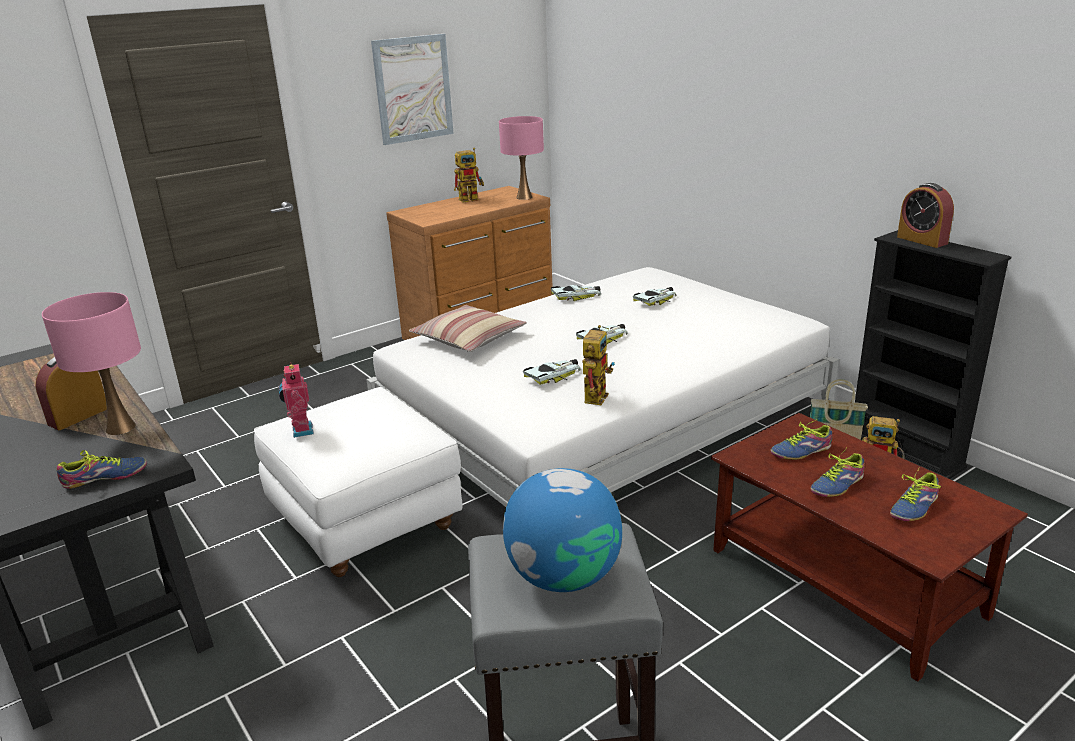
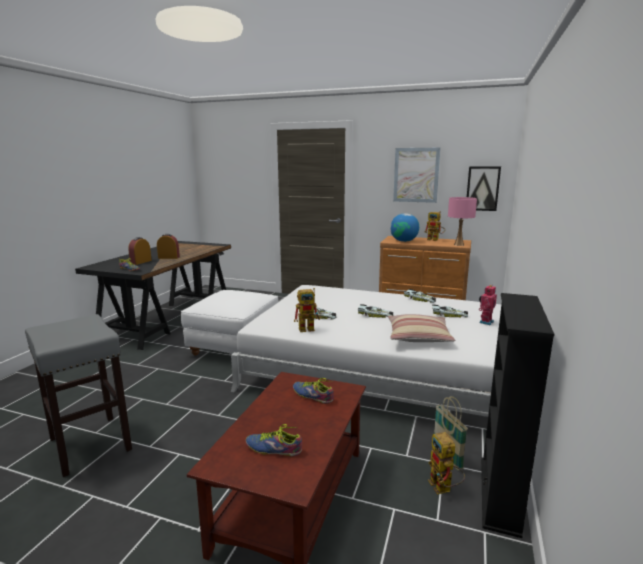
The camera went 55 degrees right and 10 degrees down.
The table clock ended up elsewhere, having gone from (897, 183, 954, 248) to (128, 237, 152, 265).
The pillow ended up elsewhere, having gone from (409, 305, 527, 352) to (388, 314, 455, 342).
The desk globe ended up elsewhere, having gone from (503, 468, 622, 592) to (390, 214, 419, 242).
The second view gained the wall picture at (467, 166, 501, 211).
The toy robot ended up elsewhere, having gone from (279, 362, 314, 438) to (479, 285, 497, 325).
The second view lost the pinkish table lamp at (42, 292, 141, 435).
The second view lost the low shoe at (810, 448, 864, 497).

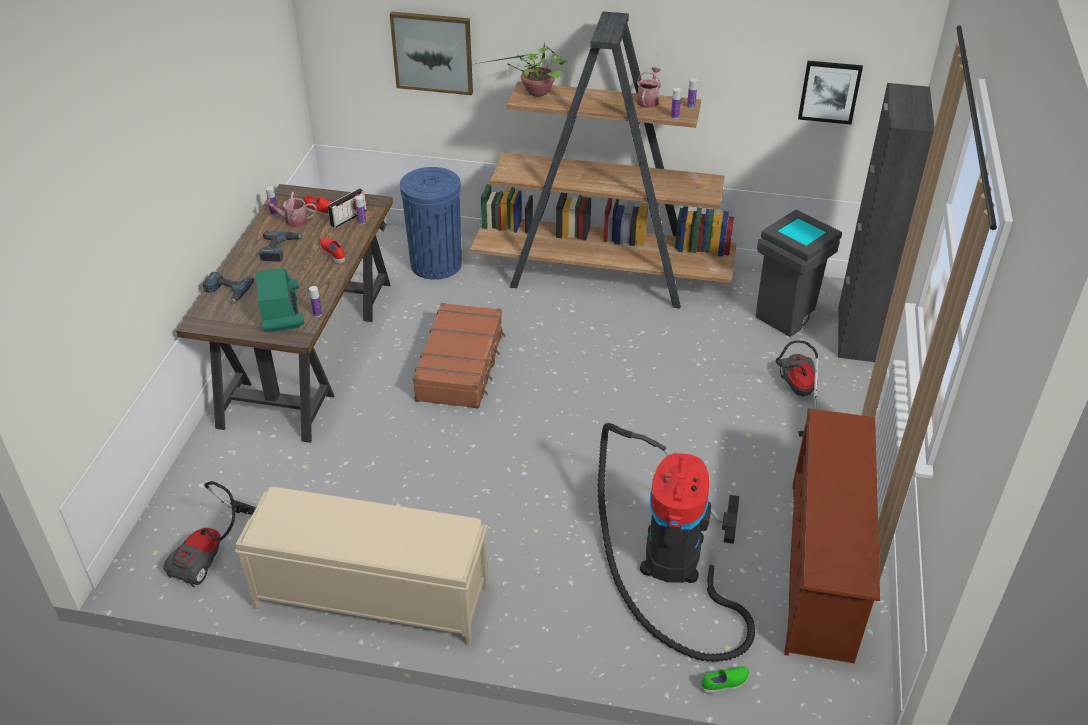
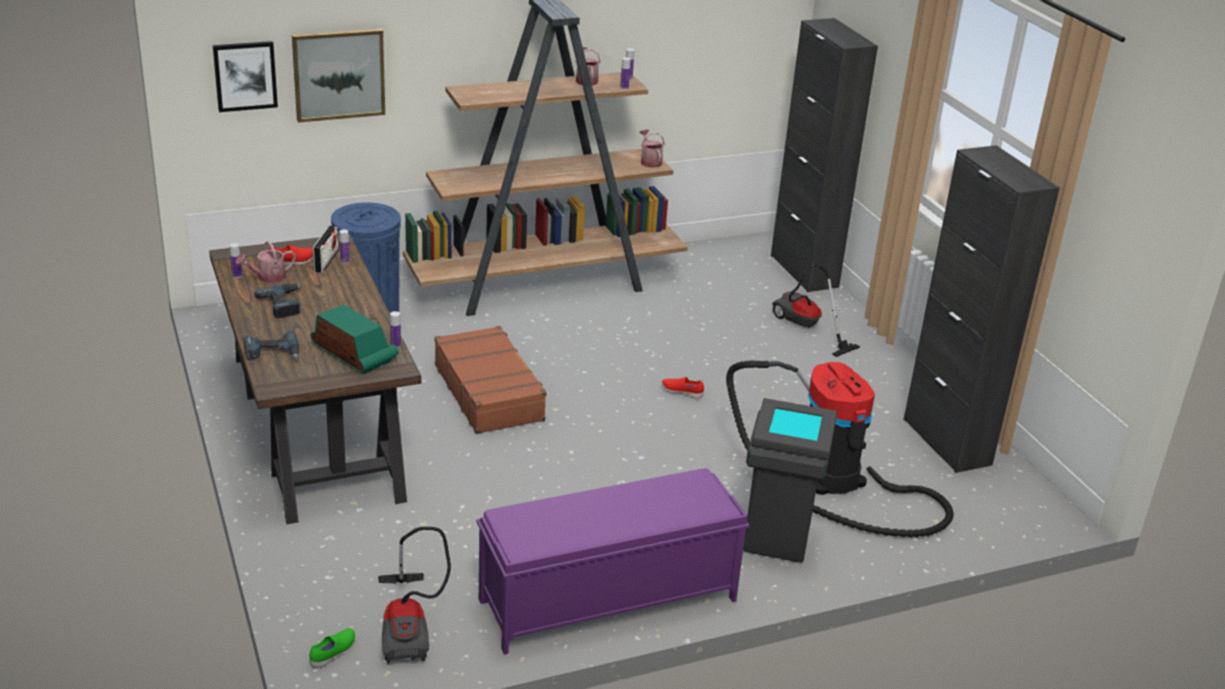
The camera went 35 degrees left and 10 degrees down.
The wall picture ended up elsewhere, having gone from (798, 61, 863, 125) to (213, 41, 278, 112).
The green-coloured low shoe ended up elsewhere, having gone from (701, 667, 750, 694) to (309, 628, 356, 668).
What was the sand-coloured bench at (235, 487, 488, 646) turned into the purple-coloured bench at (477, 468, 750, 655).
The second view gained the sprinkling can at (640, 130, 665, 168).
The red low shoe ended up elsewhere, having gone from (320, 238, 345, 264) to (662, 377, 704, 399).
The gray waste bin ended up elsewhere, having gone from (756, 209, 842, 337) to (743, 398, 837, 563).
Where the brown shoe rack stood at (784, 408, 880, 663), the black cabinet came to stand at (904, 145, 1060, 473).
The second view lost the plant in a pot at (476, 41, 568, 97).

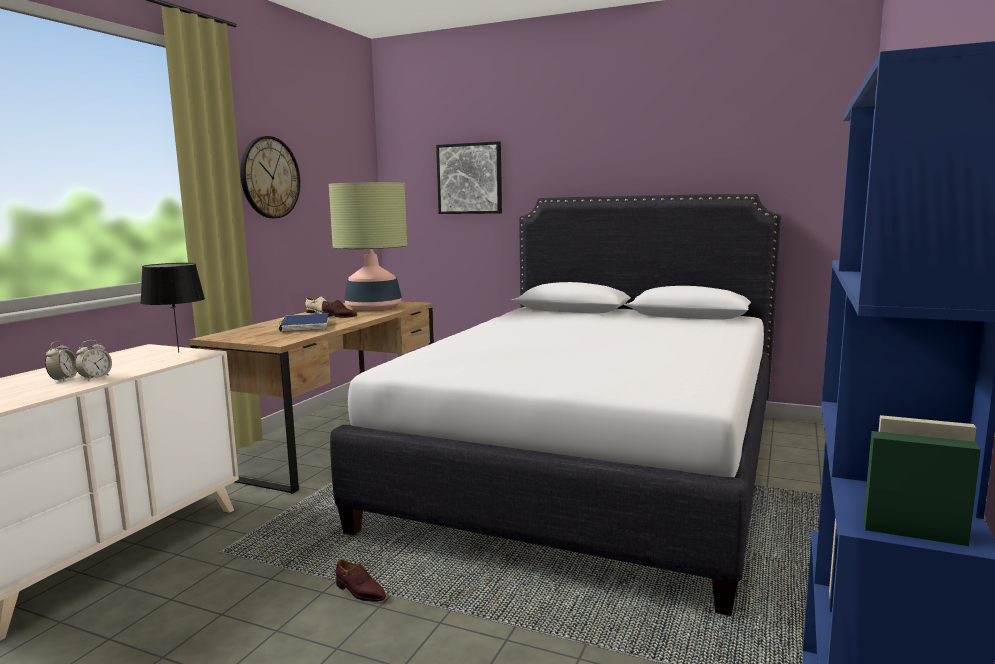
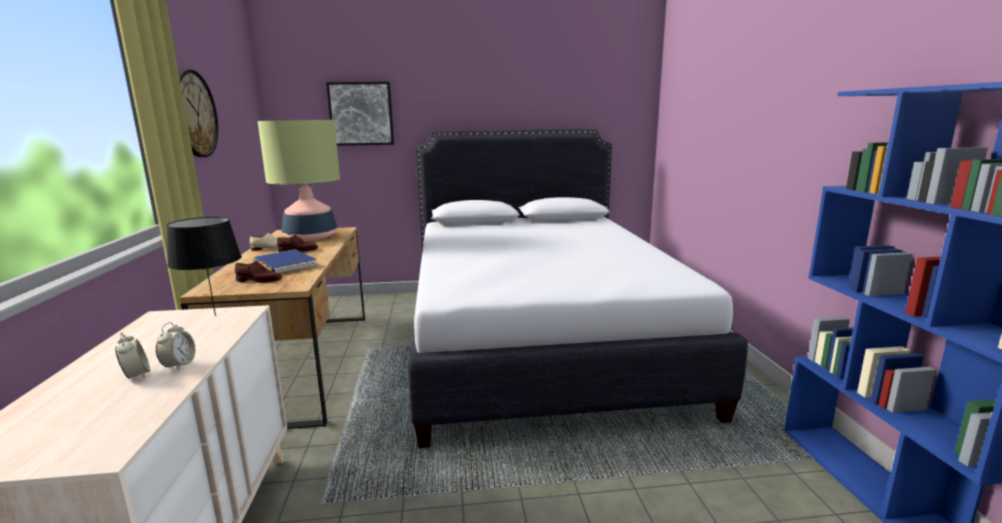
The camera went 30 degrees left and 5 degrees up.
The brown low shoe ended up elsewhere, having gone from (336, 559, 386, 602) to (235, 261, 282, 283).

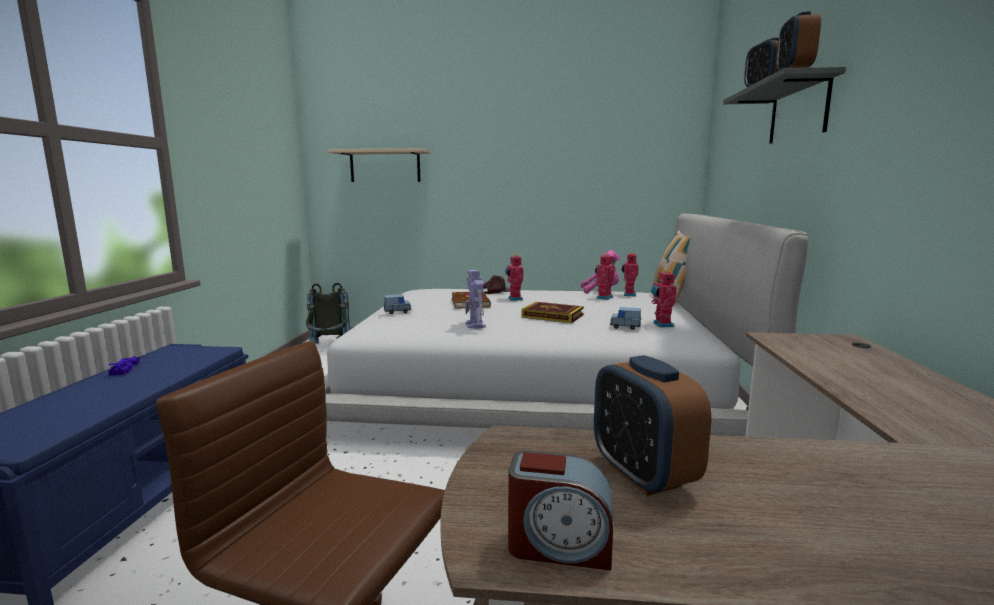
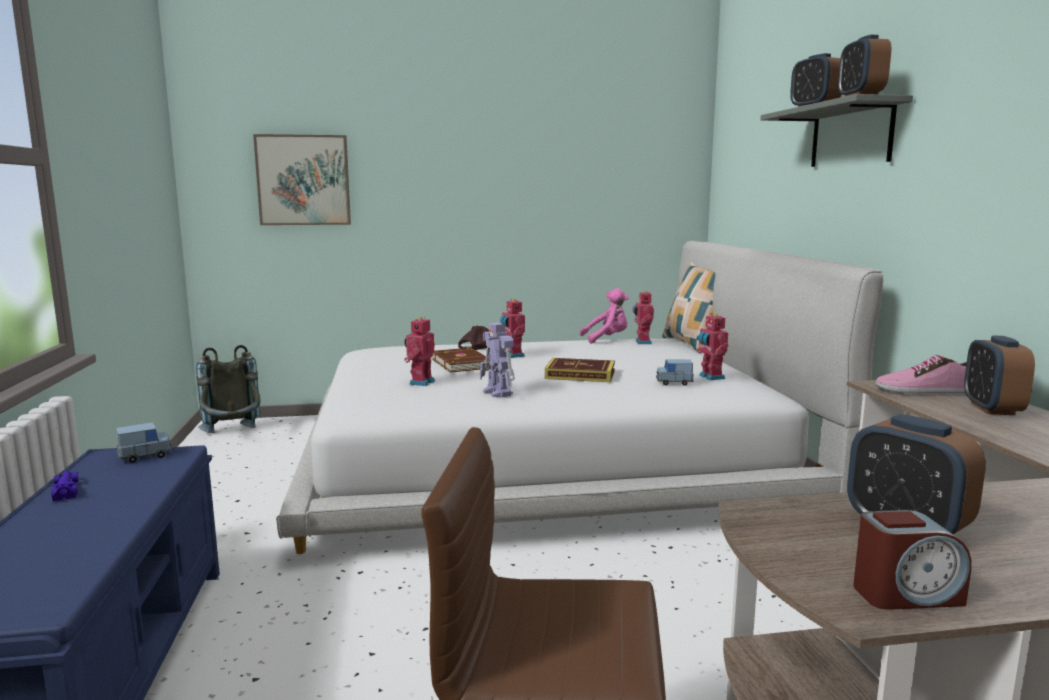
The camera went 15 degrees left and 0 degrees up.
The bluish toy car ended up elsewhere, having gone from (384, 294, 411, 314) to (116, 422, 173, 463).
Where the sand-coloured shelf hung at (327, 148, 431, 182), the wall picture came to hang at (253, 134, 351, 225).
The toy robot ended up elsewhere, having gone from (595, 254, 615, 300) to (404, 317, 435, 386).
The second view gained the low shoe at (875, 355, 967, 394).
The second view gained the table clock at (964, 335, 1035, 415).

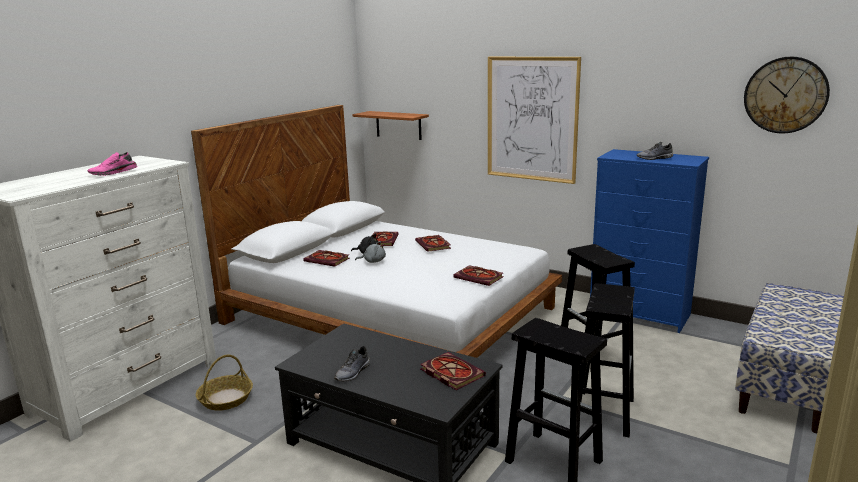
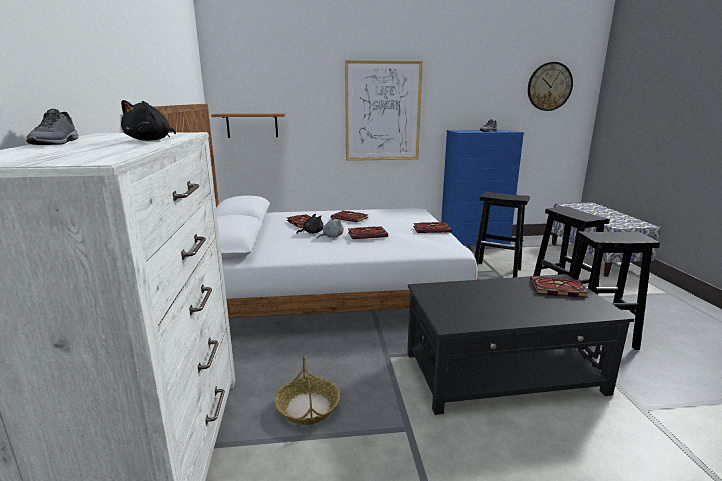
The camera went 40 degrees left and 0 degrees up.
The gray low shoe ended up elsewhere, having gone from (334, 346, 370, 381) to (26, 109, 79, 145).
Where the pinkish low shoe stood at (87, 152, 138, 176), the black plush toy came to stand at (121, 100, 176, 141).
The bound book ended up elsewhere, having gone from (303, 250, 349, 267) to (348, 226, 388, 239).

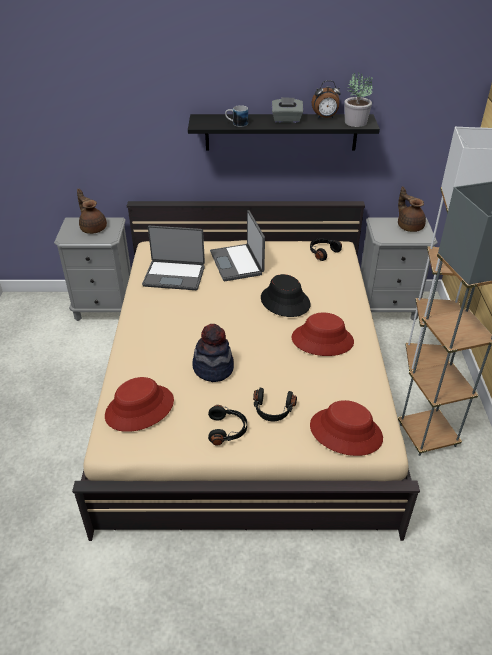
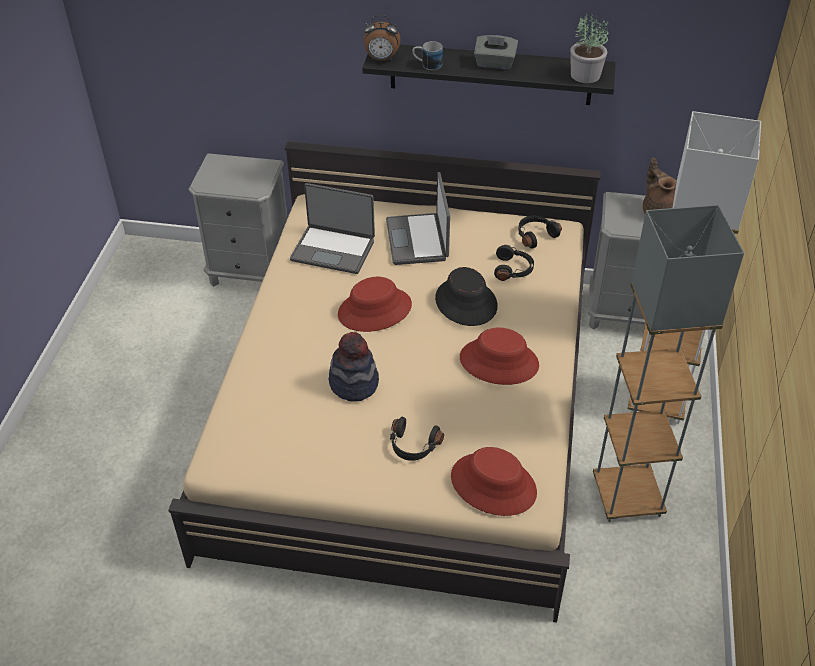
The camera went 10 degrees right and 5 degrees up.
The red hat ended up elsewhere, having gone from (105, 377, 174, 432) to (338, 277, 412, 332).
The table clock ended up elsewhere, having gone from (312, 80, 341, 119) to (364, 15, 401, 61).
The black headphones ended up elsewhere, having gone from (208, 405, 247, 445) to (494, 245, 534, 281).
The second view lost the brown tea pot at (77, 189, 107, 234).

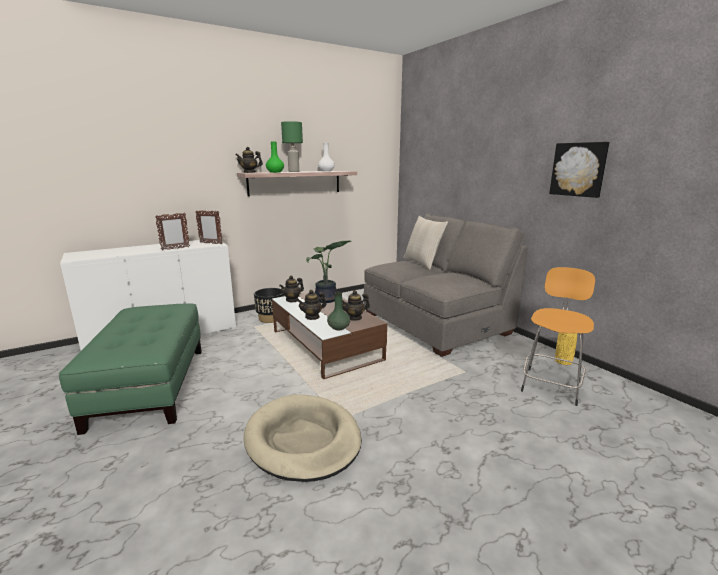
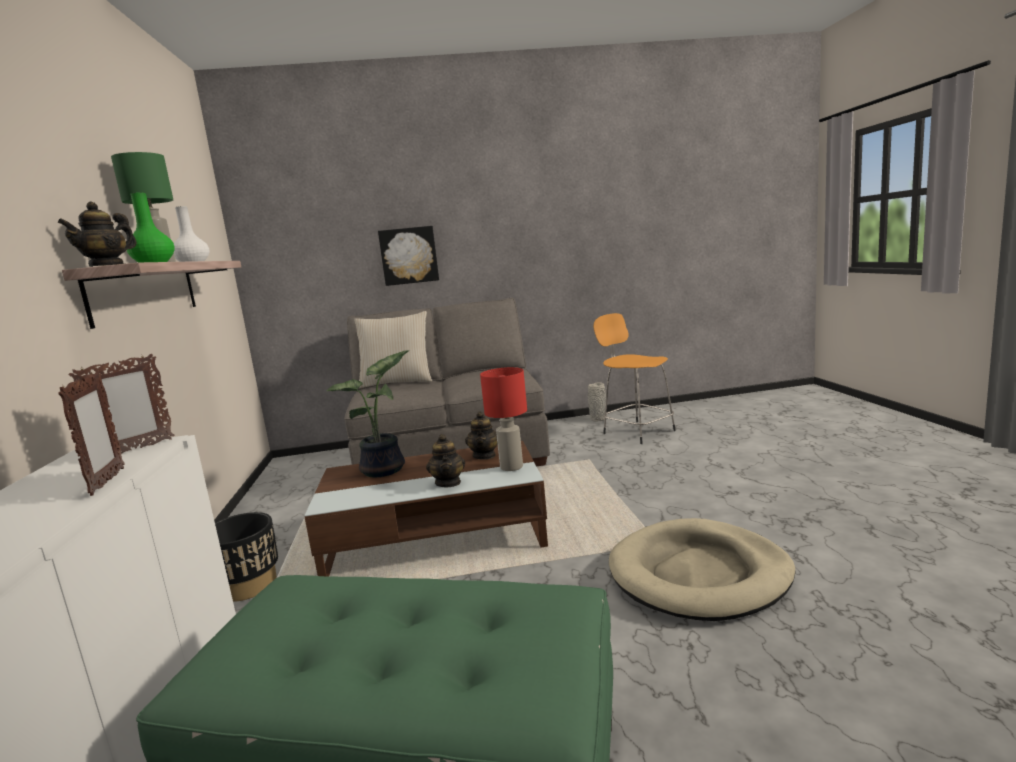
The camera went 65 degrees left and 5 degrees down.
The wall picture ended up elsewhere, having gone from (549, 142, 609, 198) to (378, 226, 439, 286).
Where the green-coloured decorative vase stood at (327, 292, 350, 330), the red table lamp came to stand at (480, 367, 527, 471).
What was the yellow decorative vase at (555, 333, 577, 365) turned into the gray decorative vase at (588, 382, 607, 422).
The second view lost the tea pot at (279, 275, 304, 303).

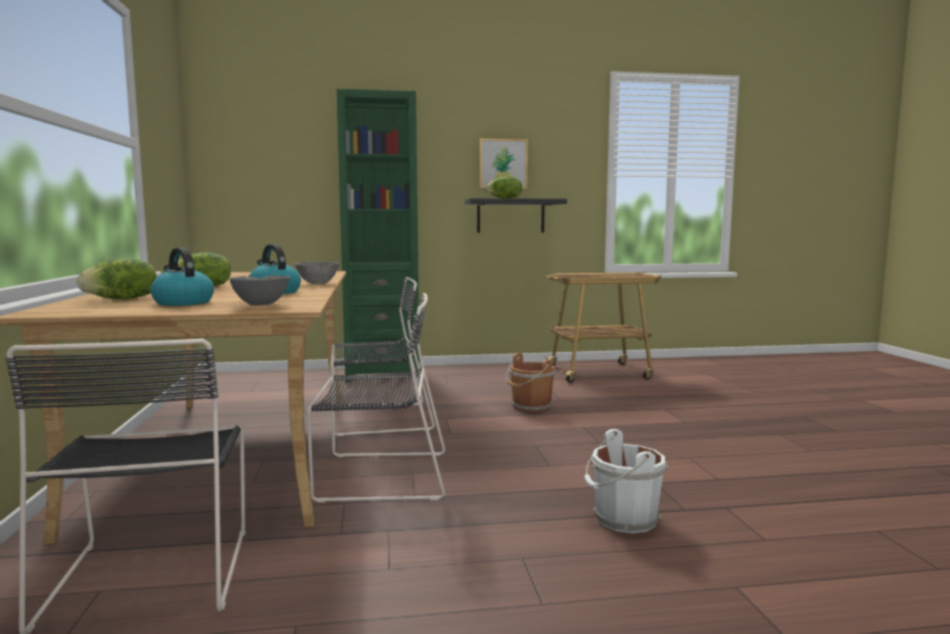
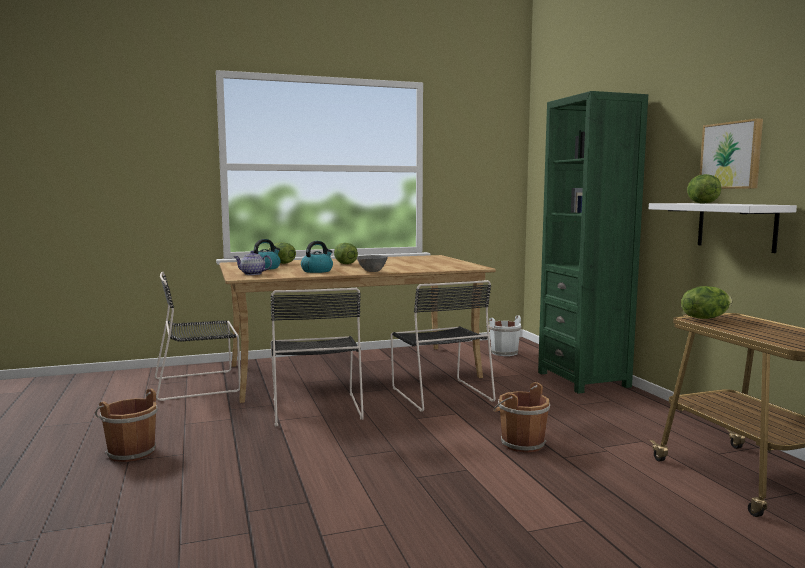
The camera went 80 degrees right and 0 degrees up.
The second view gained the brown bucket at (95, 389, 158, 462).
Where the gray serving bowl stood at (230, 275, 291, 306), the tea pot came to stand at (234, 251, 272, 275).
The white bucket ended up elsewhere, having gone from (584, 429, 669, 533) to (486, 315, 522, 356).
What was the black shelf at (465, 198, 567, 233) turned into the white shelf at (649, 203, 797, 253).
The second view gained the head of lettuce at (681, 286, 732, 319).

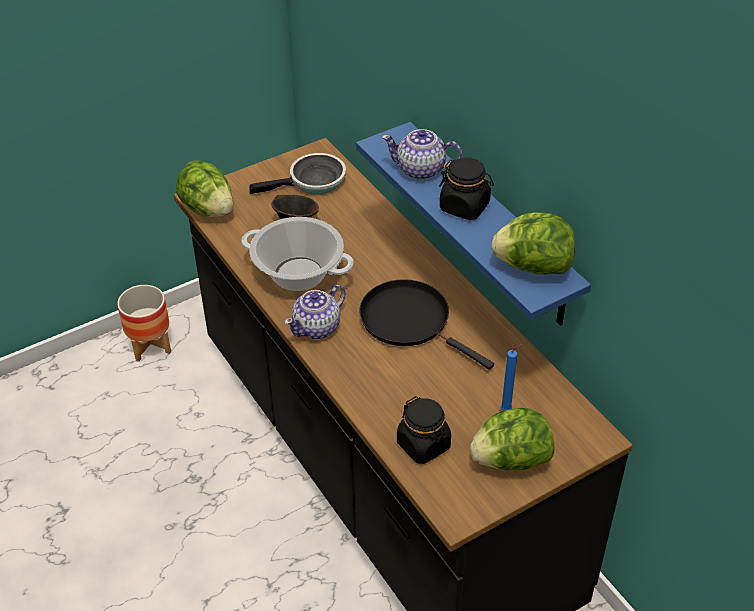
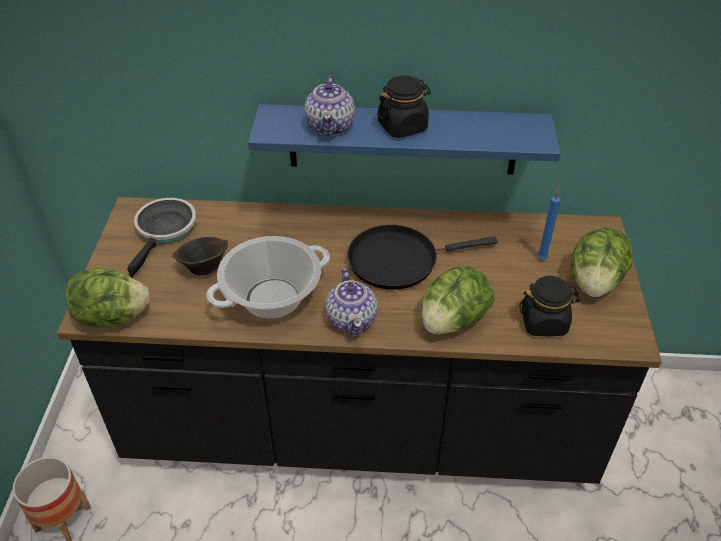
The camera went 55 degrees left and 0 degrees up.
The tea pot at (382, 129, 462, 180) ended up facing another way, 45 degrees counterclockwise from before.
The head of lettuce ended up elsewhere, having gone from (491, 212, 575, 274) to (422, 266, 495, 334).

